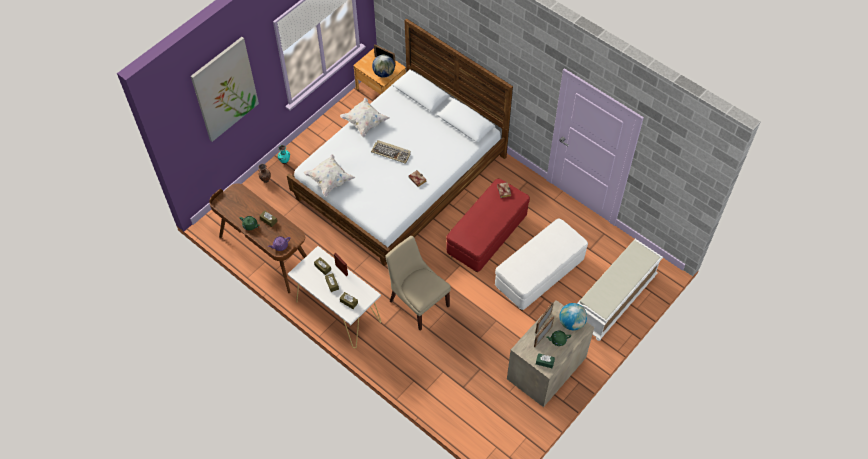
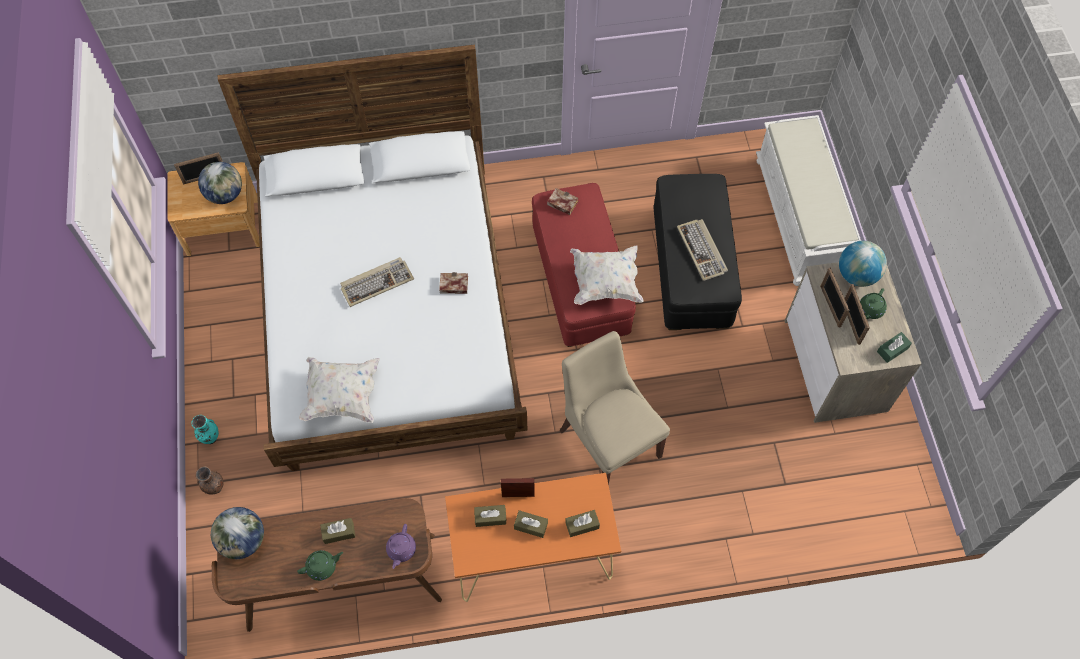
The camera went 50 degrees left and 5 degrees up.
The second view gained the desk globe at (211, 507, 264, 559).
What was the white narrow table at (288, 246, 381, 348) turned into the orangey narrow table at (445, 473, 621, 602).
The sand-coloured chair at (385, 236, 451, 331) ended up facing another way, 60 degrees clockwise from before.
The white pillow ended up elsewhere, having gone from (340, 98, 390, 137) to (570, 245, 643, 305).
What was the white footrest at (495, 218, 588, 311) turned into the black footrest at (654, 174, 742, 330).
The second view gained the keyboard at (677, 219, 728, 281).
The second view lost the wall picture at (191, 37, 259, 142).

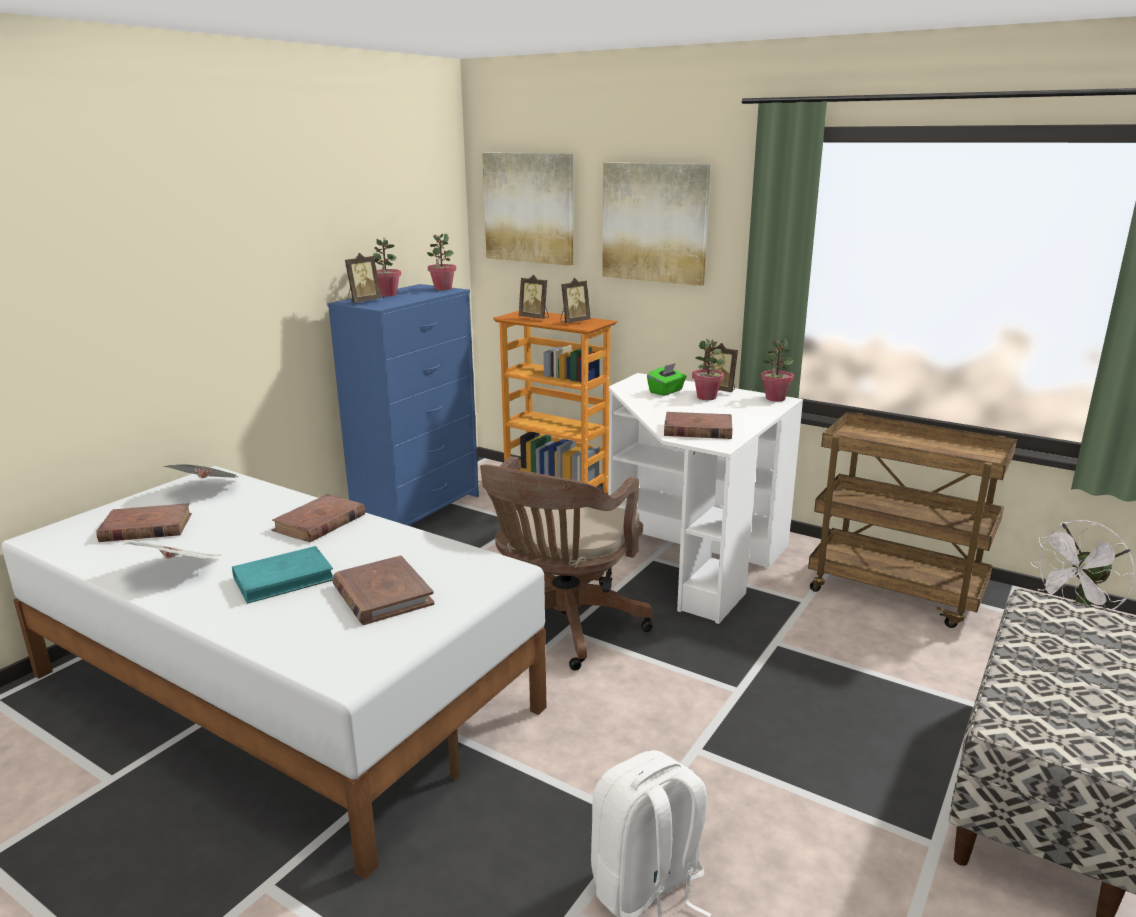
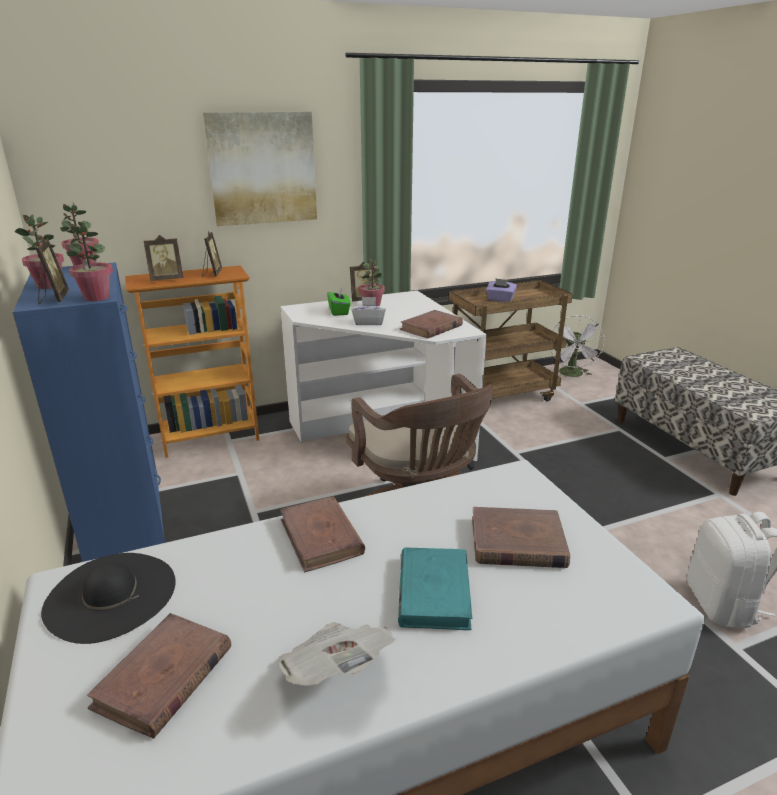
The camera went 55 degrees left and 5 degrees up.
Where the printed paper stood at (163, 464, 240, 478), the black hat came to stand at (41, 553, 176, 644).
The plant in a pot ended up elsewhere, having gone from (761, 339, 794, 401) to (66, 222, 113, 301).
The second view gained the white tissue holder at (352, 297, 386, 325).
The second view gained the purple-coloured tissue holder at (486, 278, 517, 302).
The second view lost the wall picture at (482, 153, 573, 266).

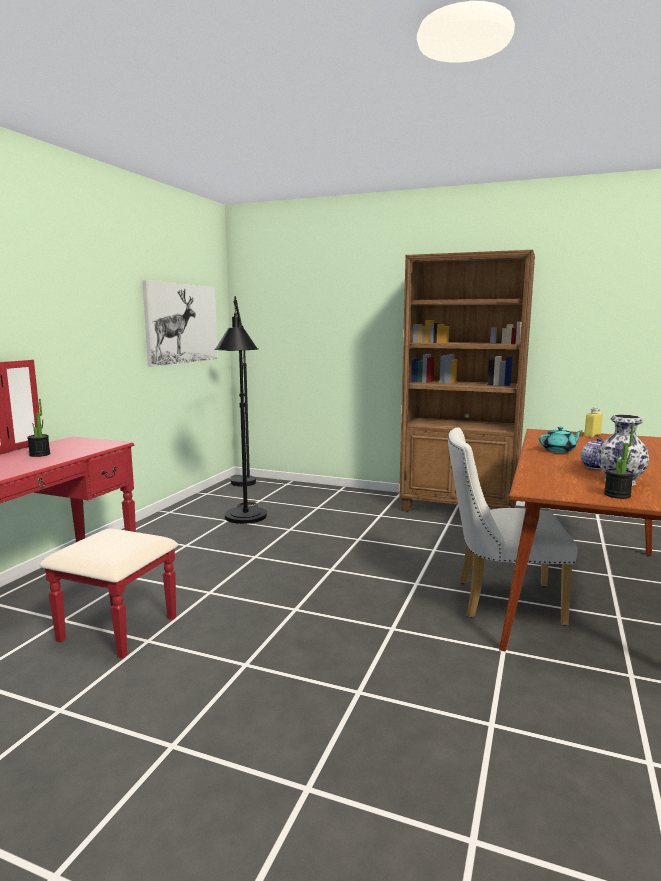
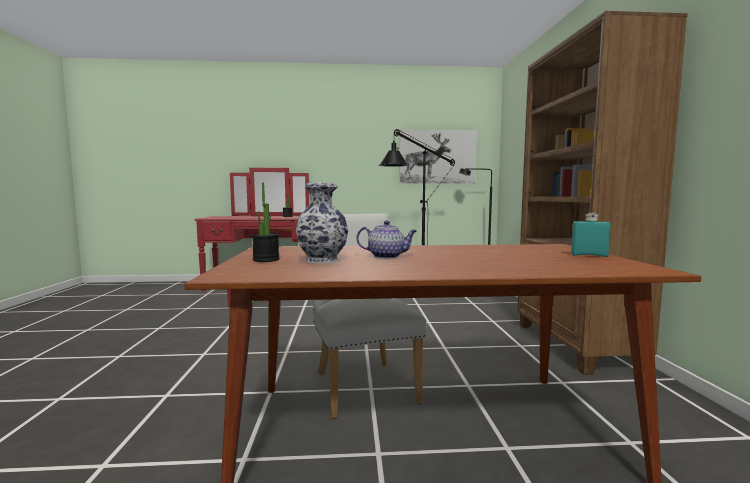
The camera went 65 degrees right and 5 degrees down.
What was the yellow beverage bottle at (584, 407, 603, 438) turned into the turquoise-coloured beverage bottle at (571, 213, 611, 257).
The second view lost the turquoise-coloured tea pot at (539, 427, 582, 453).

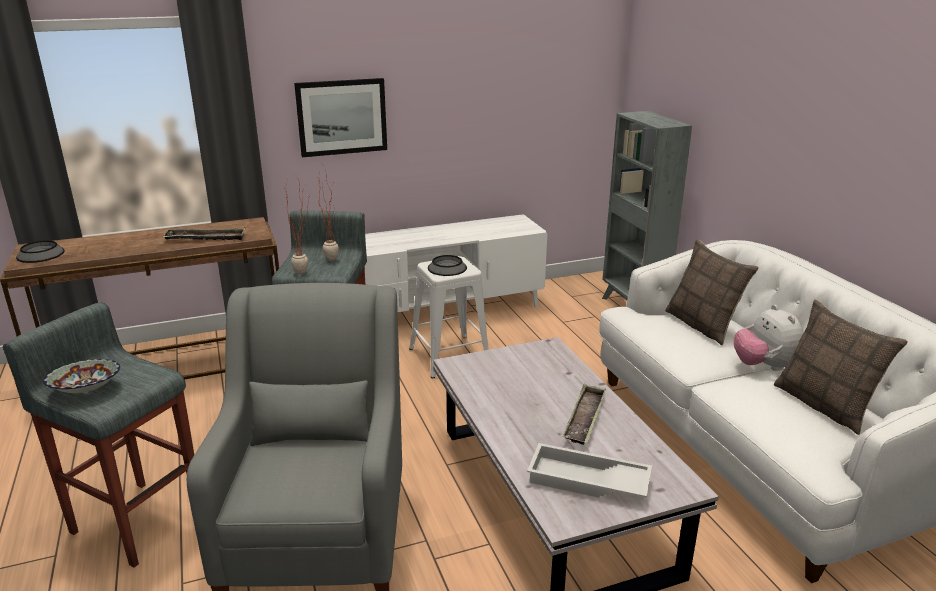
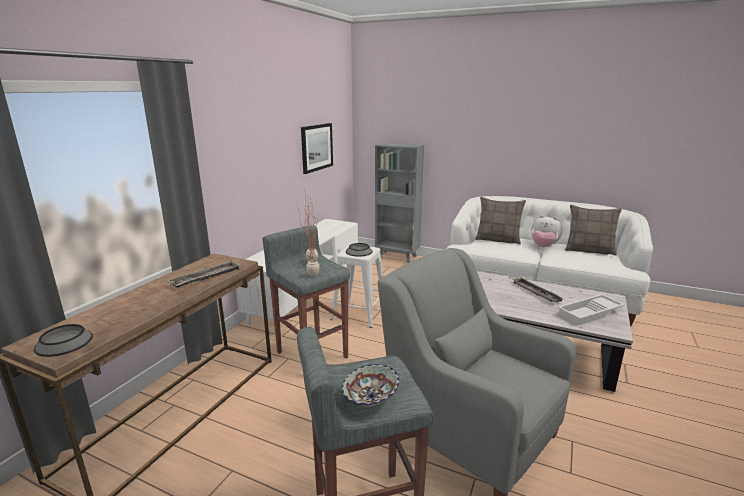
The camera went 45 degrees left and 5 degrees down.
The wall picture ended up elsewhere, having gone from (294, 78, 387, 157) to (301, 123, 333, 174).

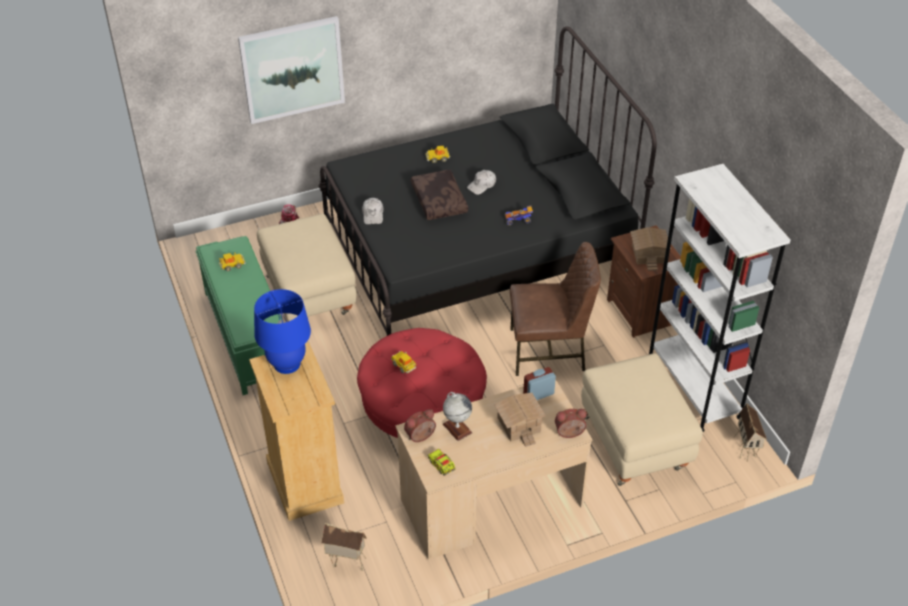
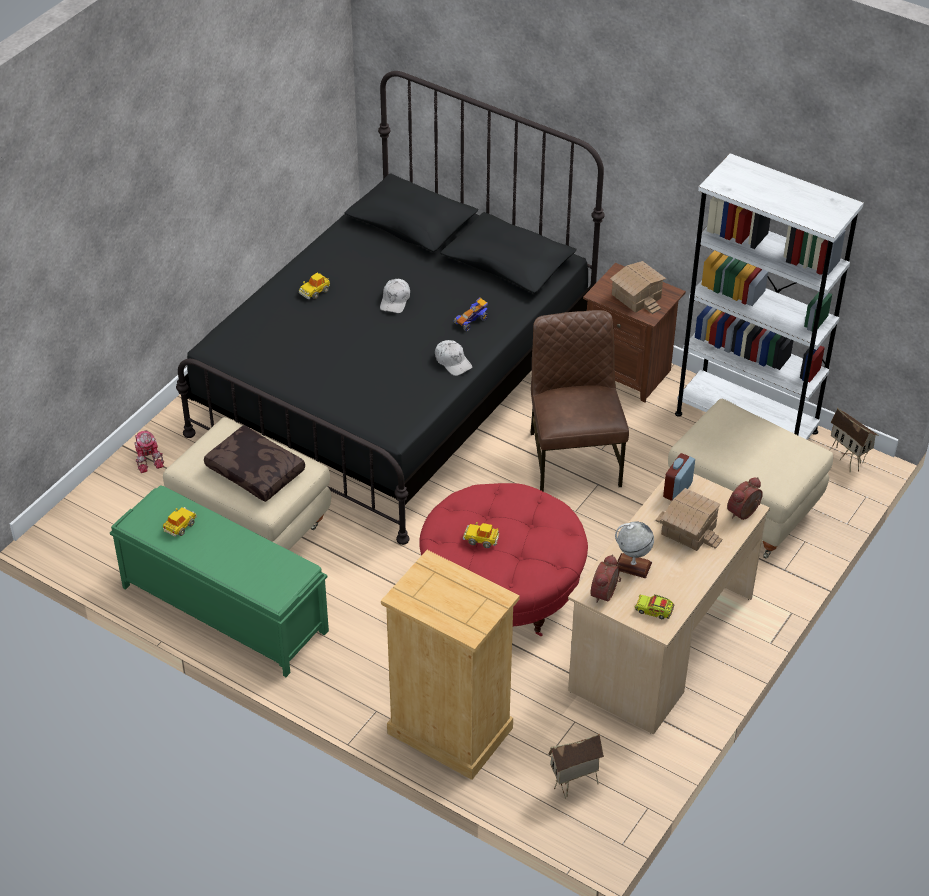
The camera went 35 degrees left and 0 degrees up.
The brown pillow ended up elsewhere, having gone from (411, 170, 468, 220) to (204, 425, 305, 502).
The white baseball cap ended up elsewhere, having gone from (362, 198, 383, 225) to (435, 340, 472, 376).
The brown chair at (510, 242, 601, 376) ended up facing another way, 60 degrees counterclockwise from before.
The second view lost the wall picture at (238, 16, 345, 124).
The second view lost the bluish table lamp at (254, 289, 311, 374).

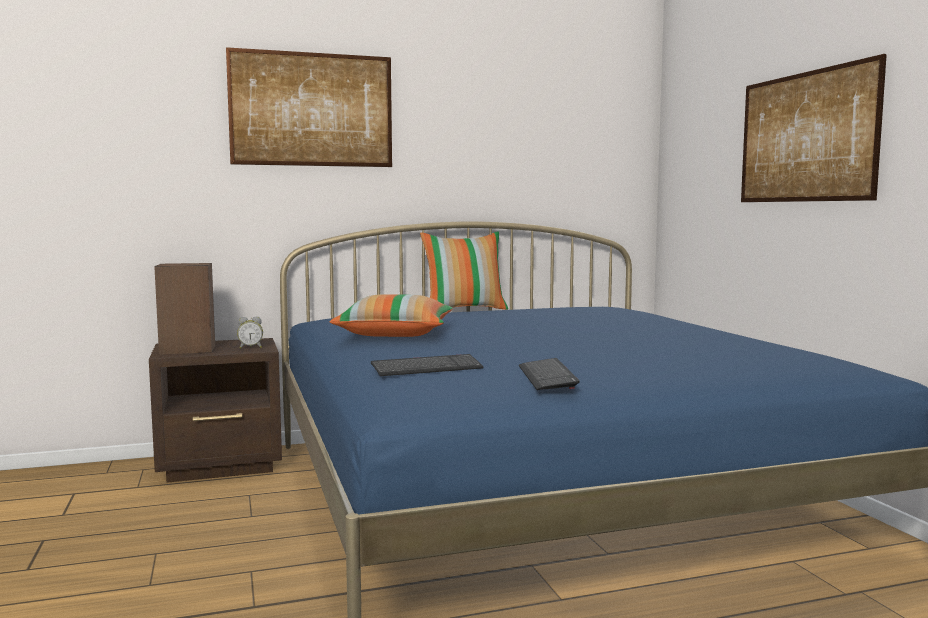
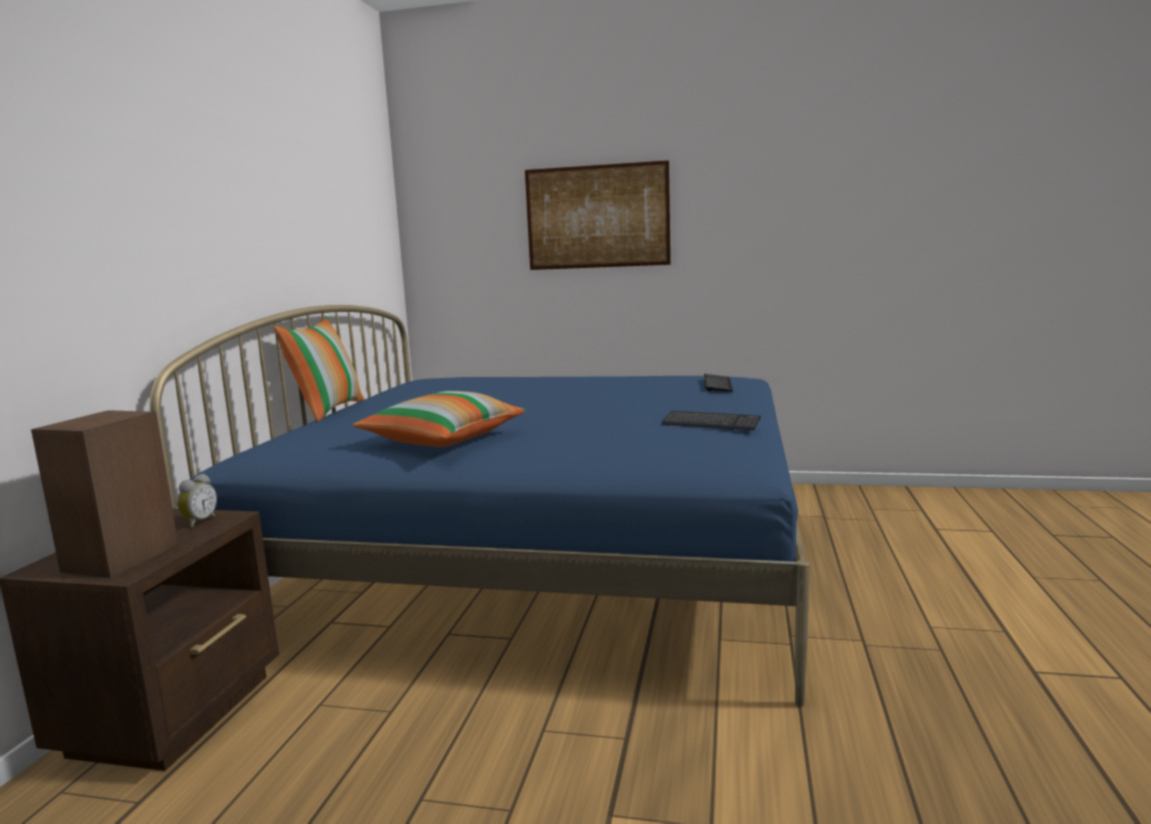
The camera went 60 degrees left and 5 degrees up.
The keyboard ended up elsewhere, having gone from (371, 354, 484, 376) to (704, 374, 733, 392).
The second view lost the wall picture at (226, 47, 392, 167).

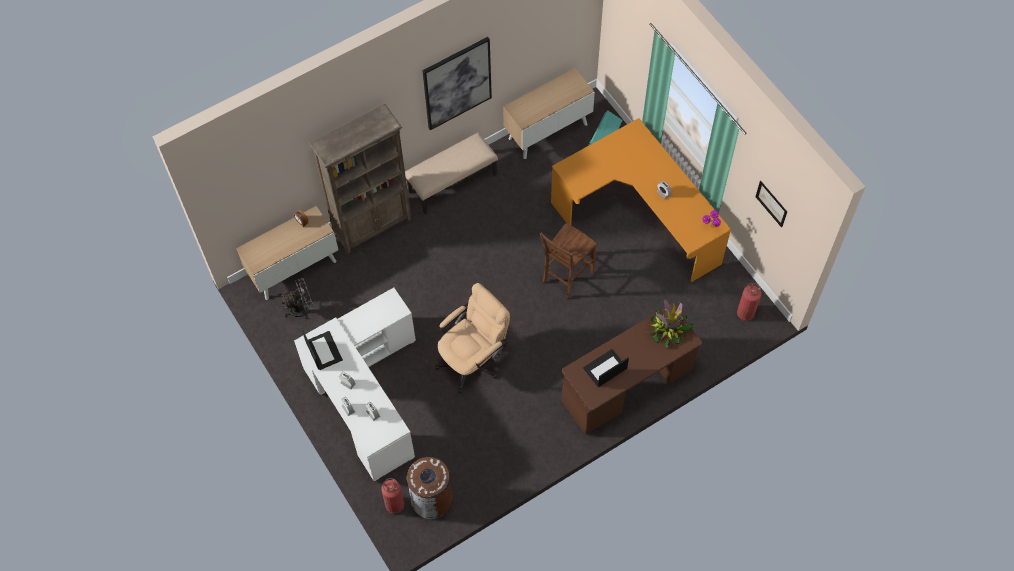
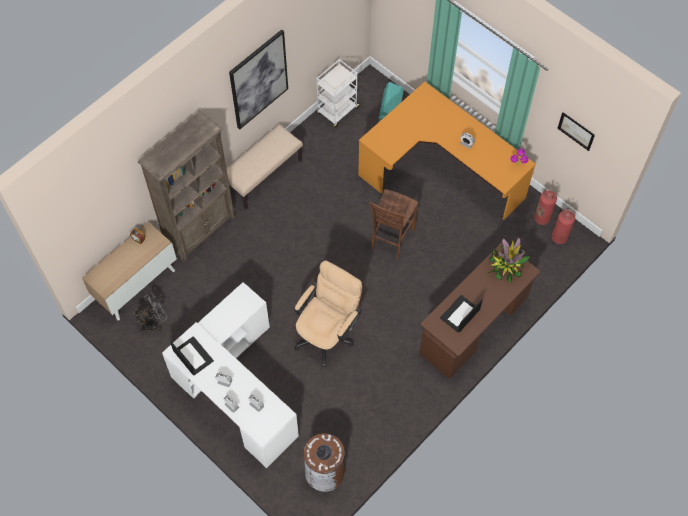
The camera went 15 degrees left and 0 degrees up.
Where the cabinet stood at (503, 68, 595, 159), the white cart came to stand at (317, 59, 360, 127).
The extinguisher ended up elsewhere, having gone from (381, 478, 404, 514) to (534, 188, 557, 225).

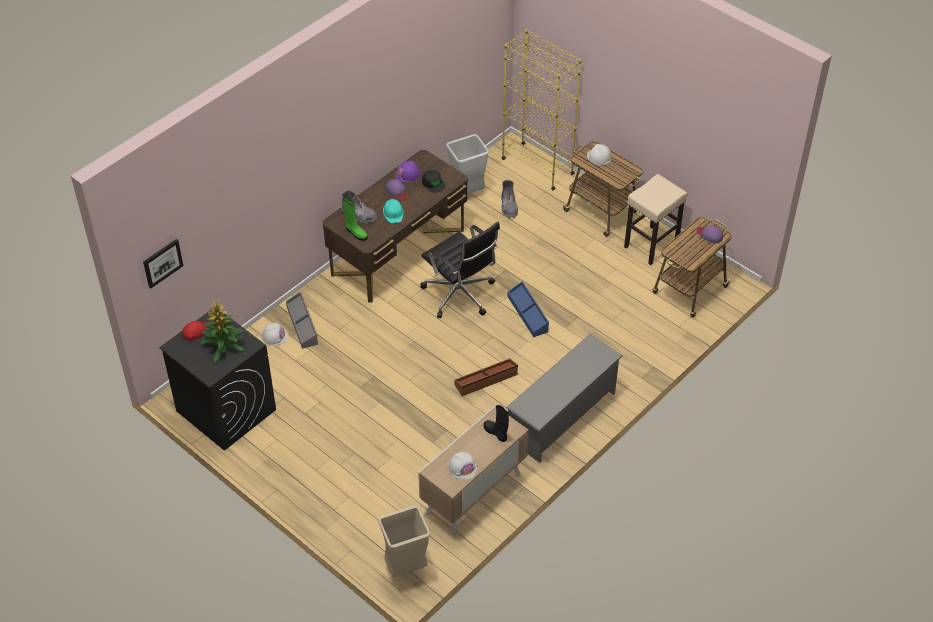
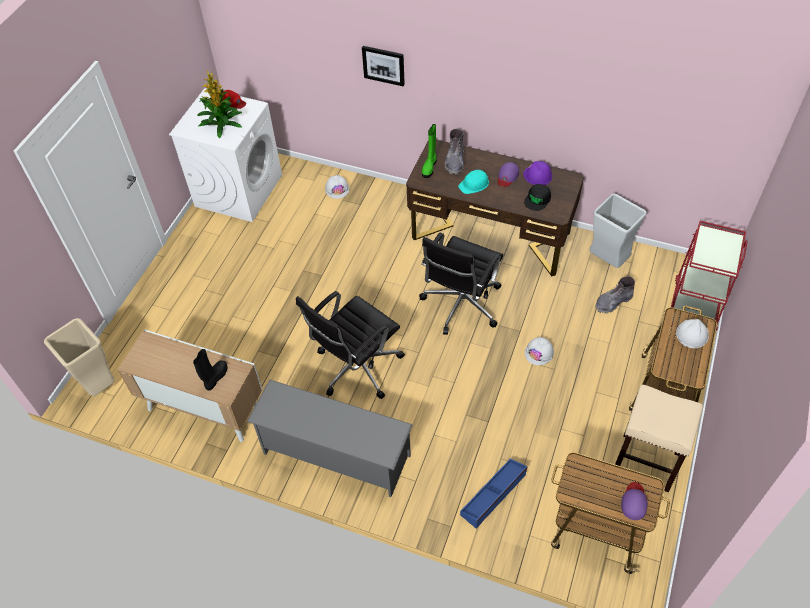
The camera went 70 degrees right and 5 degrees up.
What was the black washing machine at (159, 310, 276, 451) turned into the white washing machine at (169, 88, 282, 222).
Where the brown storage box stood at (454, 358, 518, 396), the black office chair came to stand at (296, 291, 405, 399).
The wall picture ended up elsewhere, having gone from (143, 239, 183, 288) to (362, 46, 405, 87).
The bluish storage box ended up elsewhere, having gone from (507, 281, 549, 337) to (460, 458, 527, 528).
The white safety helmet ended up elsewhere, having gone from (448, 452, 477, 480) to (525, 337, 554, 365).
Where the yellow bookshelf stood at (502, 29, 581, 190), the red cart came to stand at (671, 221, 748, 330).
The second view lost the gray storage box at (286, 292, 318, 349).

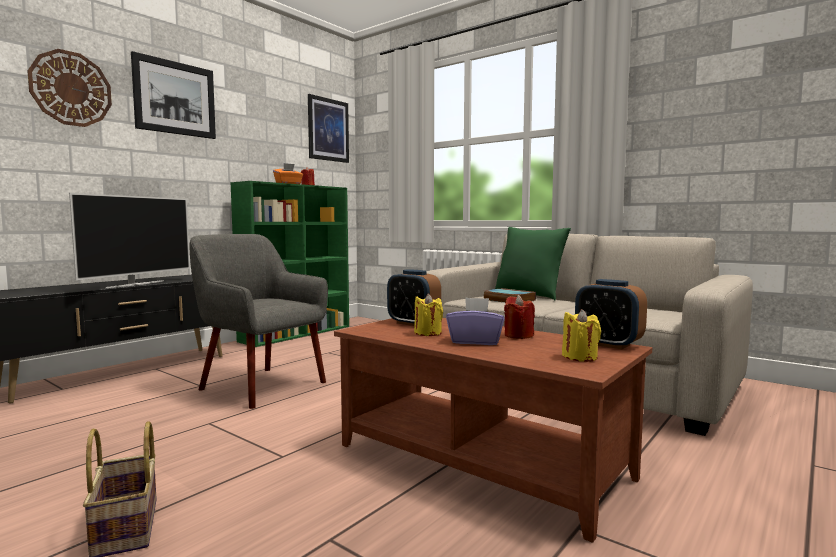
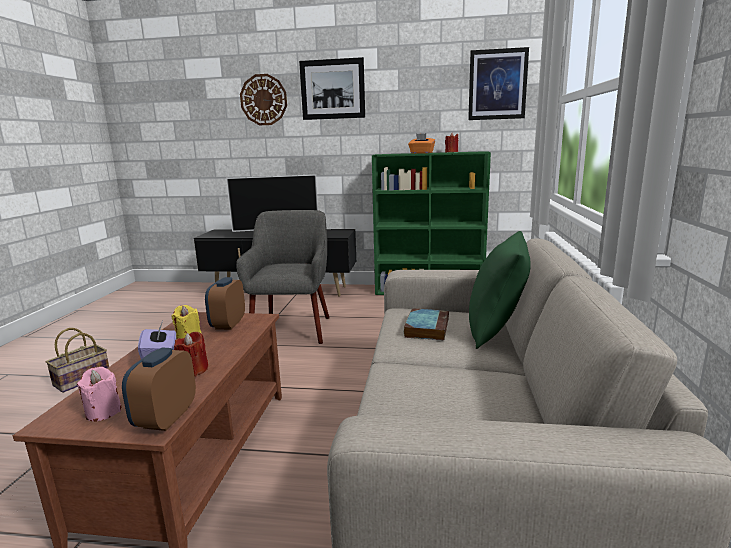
The camera went 60 degrees right and 10 degrees up.
What was the yellow candle at (562, 309, 601, 362) turned into the pinkish candle at (77, 367, 121, 421).

